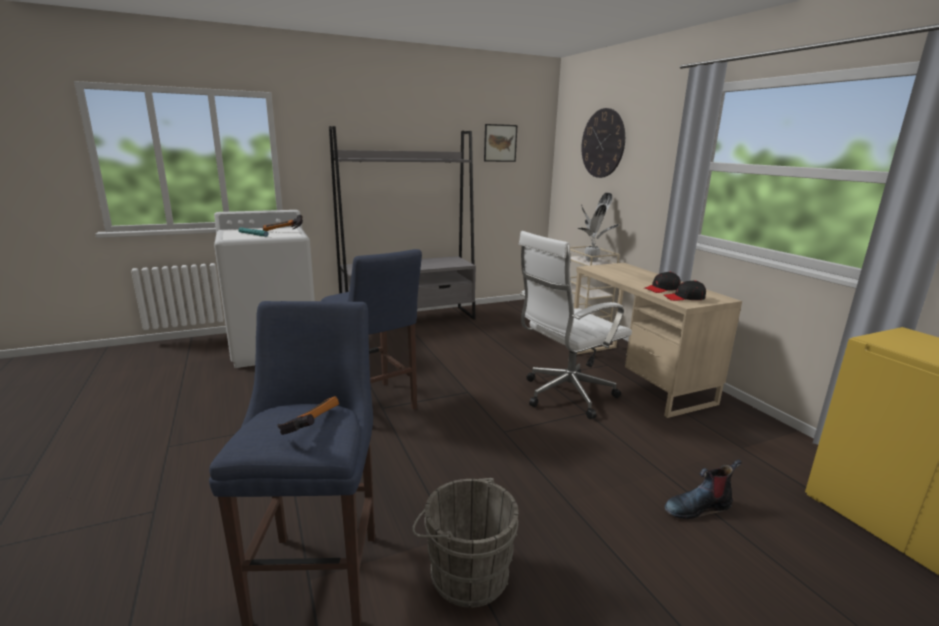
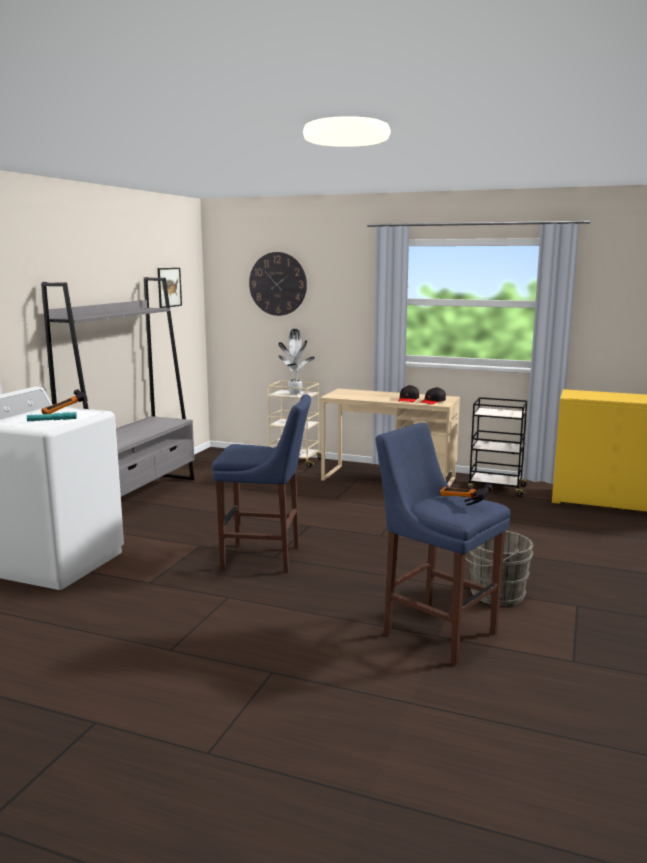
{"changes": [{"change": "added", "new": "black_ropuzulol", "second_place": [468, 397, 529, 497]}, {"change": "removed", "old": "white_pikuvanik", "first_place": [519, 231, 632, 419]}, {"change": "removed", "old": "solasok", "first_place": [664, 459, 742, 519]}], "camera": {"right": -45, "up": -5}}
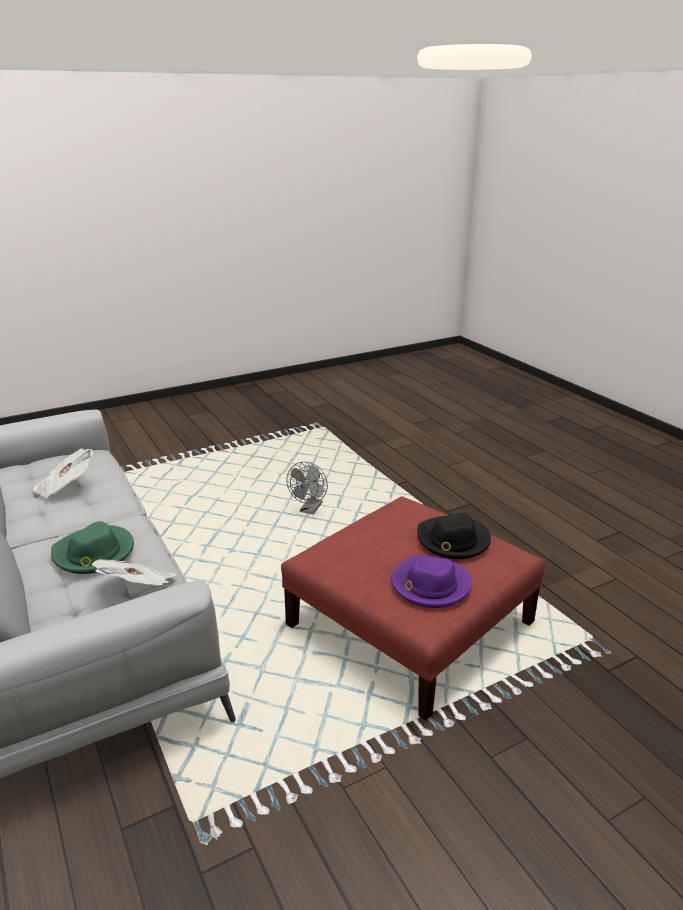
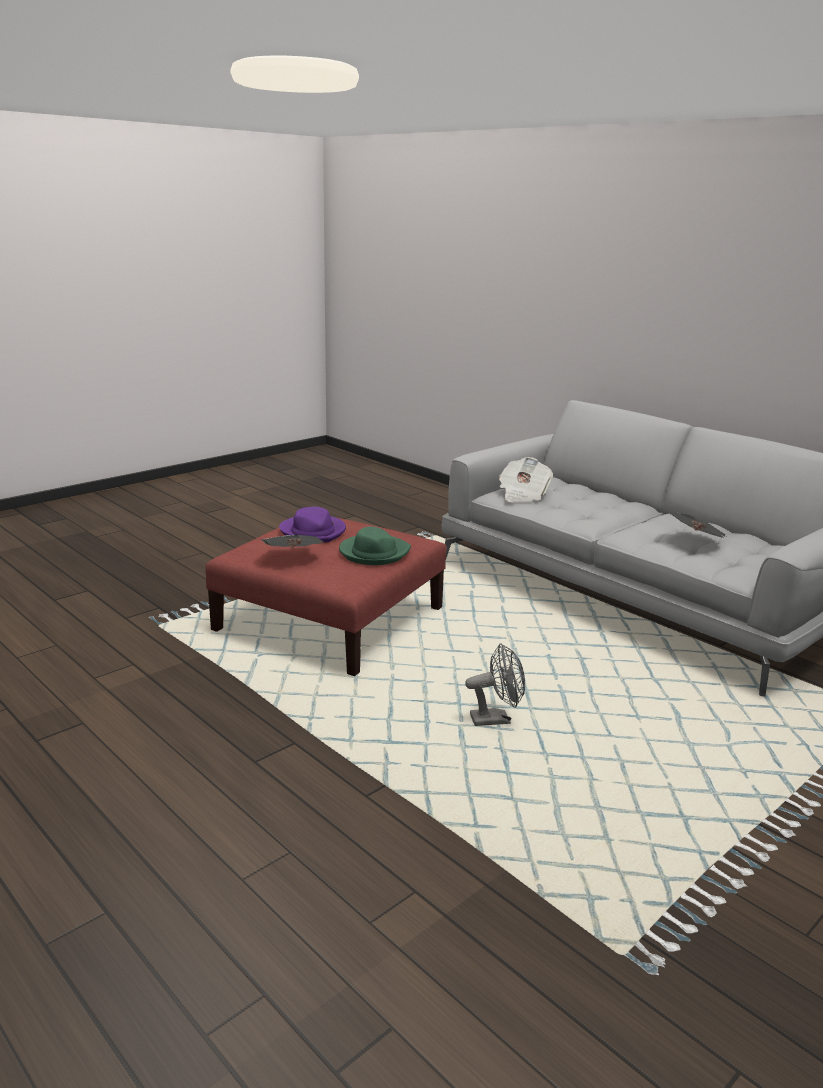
{"changes": [{"change": "replaced", "old": "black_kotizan", "new": "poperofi", "first_place": [417, 513, 491, 559], "second_place": [260, 535, 324, 548]}, {"change": "moved", "old": "green_kotizan", "first_place": [51, 521, 134, 574], "second_place": [339, 527, 411, 565]}, {"change": "turned", "old": "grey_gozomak", "first_place": [286, 462, 328, 514], "second_place": [465, 644, 525, 726], "degrees": 75}], "camera": {"right": 165, "up": -5}}
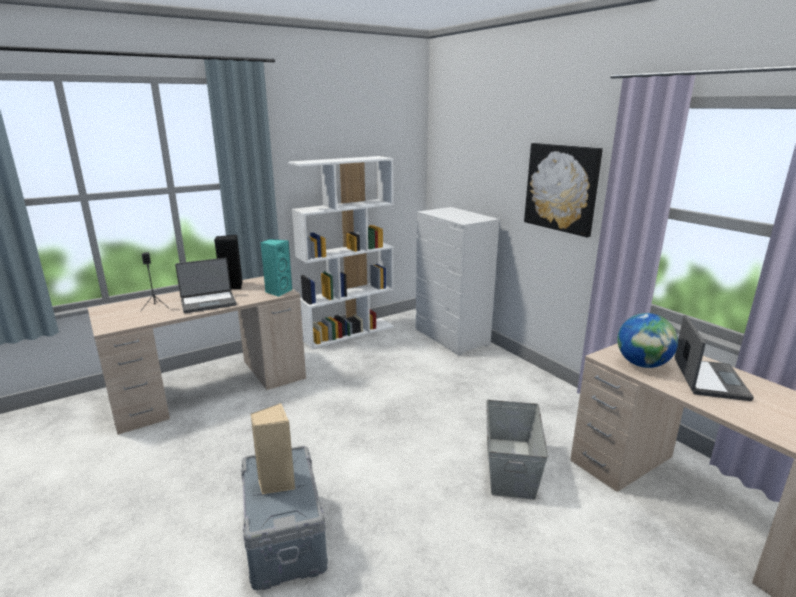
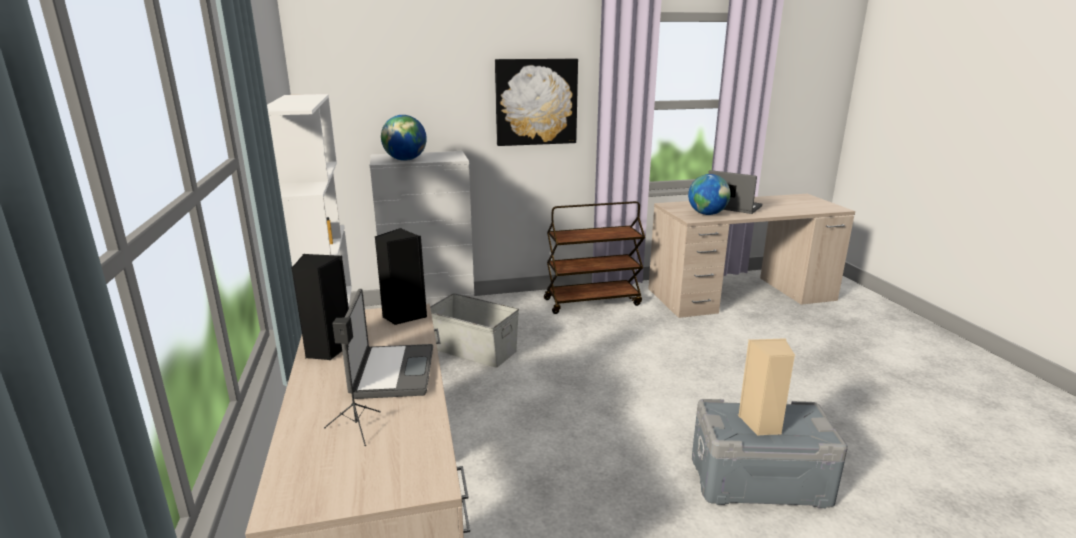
{"changes": [{"change": "recoloured", "old": "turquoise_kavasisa", "new": "black_kavasisa", "first_place": [260, 239, 292, 297], "second_place": [374, 228, 427, 325]}, {"change": "added", "new": "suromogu", "second_place": [381, 115, 427, 161]}, {"change": "moved", "old": "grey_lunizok", "first_place": [486, 400, 548, 500], "second_place": [430, 293, 519, 368]}, {"change": "added", "new": "brown_ropuzulol", "second_place": [544, 201, 645, 314]}], "camera": {"right": -70, "up": 0}}
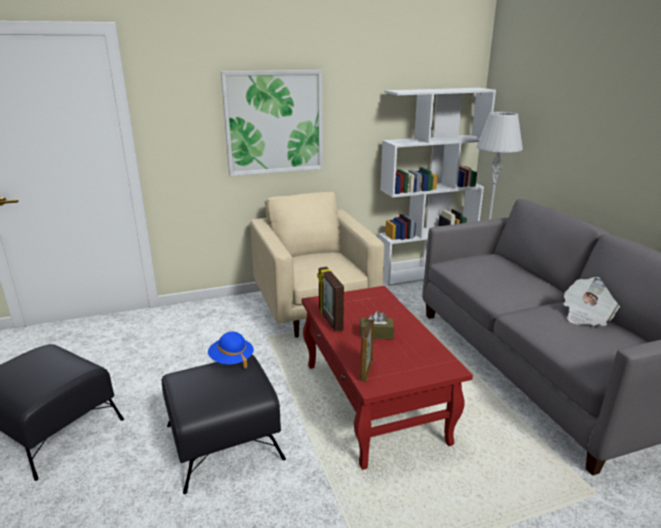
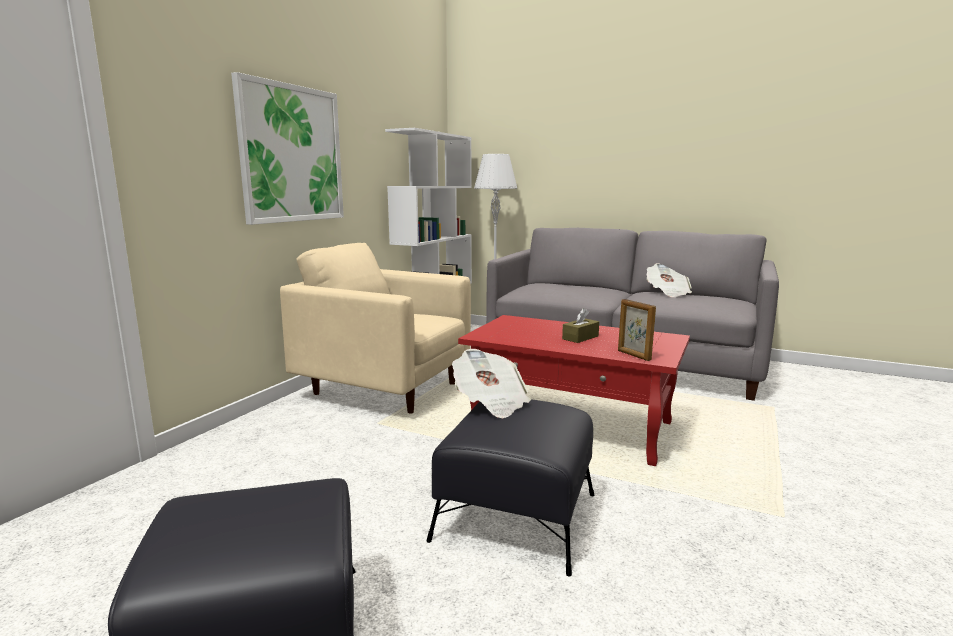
{"changes": [{"change": "replaced", "old": "blue_kotizan", "new": "poperofi", "first_place": [208, 331, 254, 369], "second_place": [452, 349, 530, 418]}, {"change": "removed", "old": "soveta", "first_place": [317, 267, 344, 332]}], "camera": {"right": -45, "up": -10}}
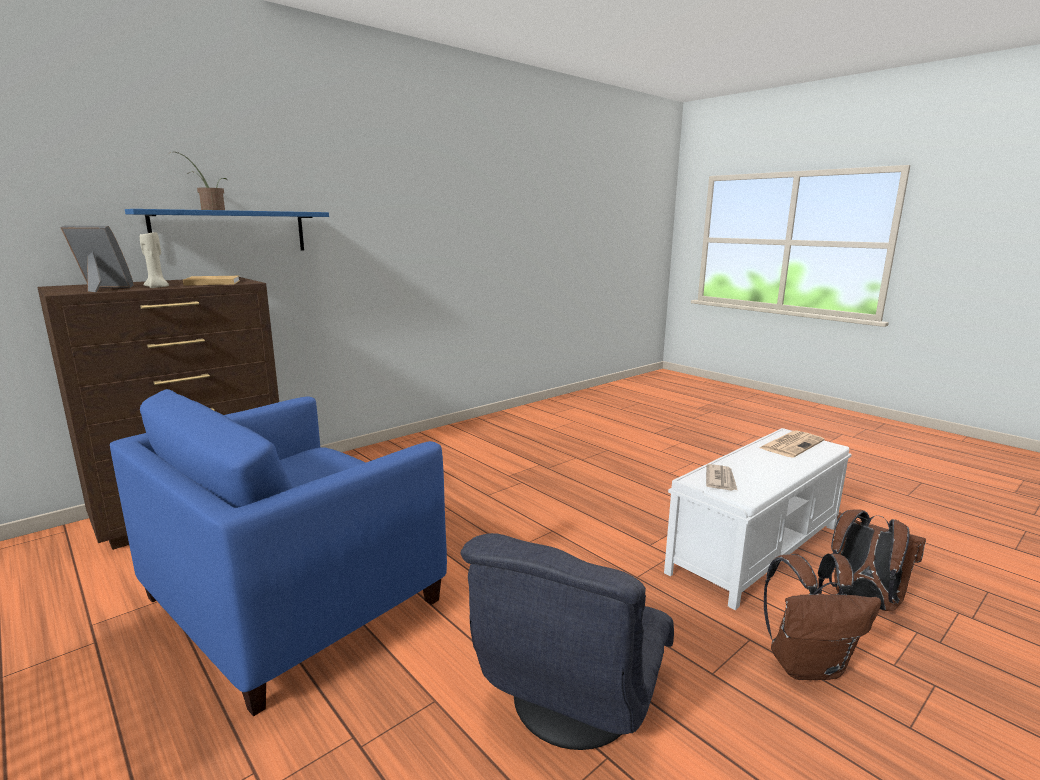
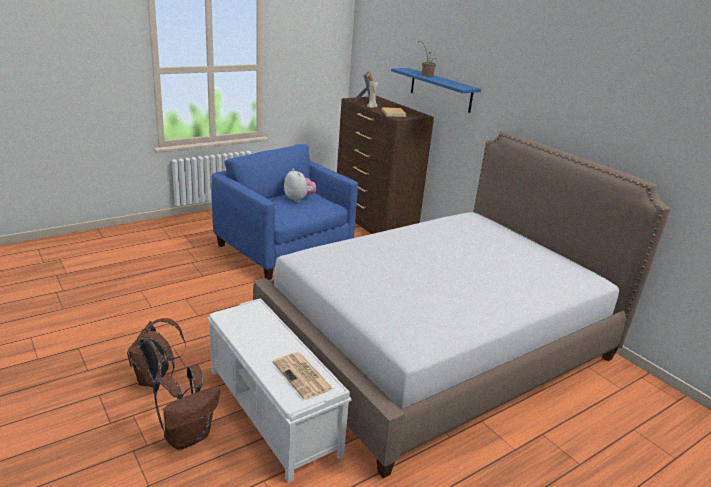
{"changes": [{"change": "added", "new": "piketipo", "second_place": [253, 131, 671, 478]}, {"change": "added", "new": "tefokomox", "second_place": [284, 169, 316, 202]}, {"change": "removed", "old": "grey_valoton", "first_place": [461, 533, 674, 750]}, {"change": "removed", "old": "poperofi", "first_place": [706, 464, 737, 490]}], "camera": {"right": 95, "up": 10}}
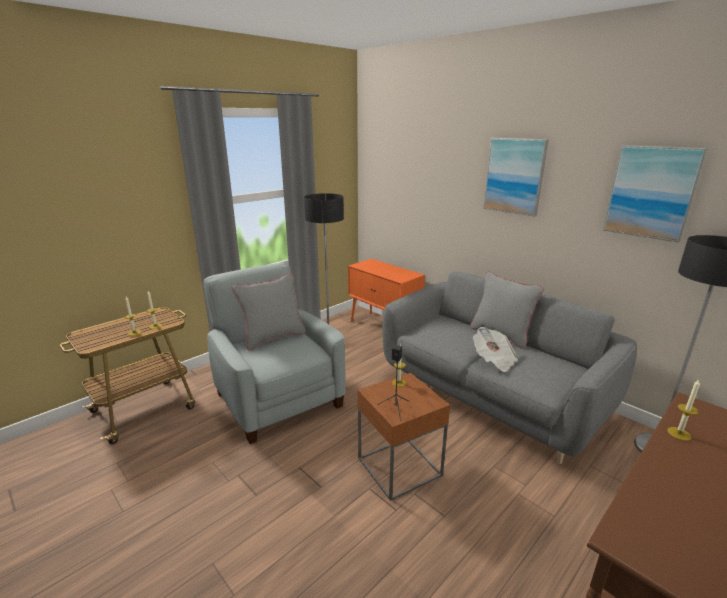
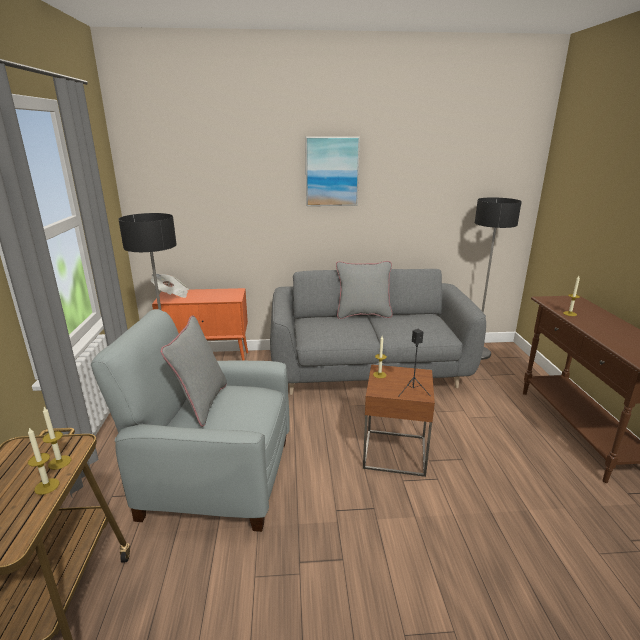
{"changes": [{"change": "moved", "old": "poperofi", "first_place": [473, 327, 518, 372], "second_place": [151, 274, 189, 298]}, {"change": "removed", "old": "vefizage", "first_place": [603, 145, 708, 243]}], "camera": {"right": -50, "up": 0}}
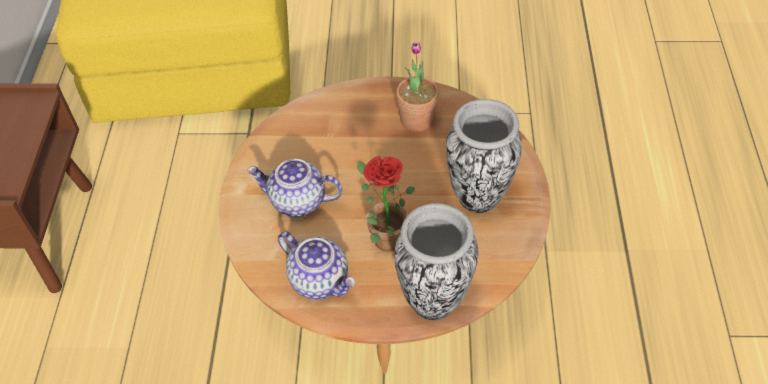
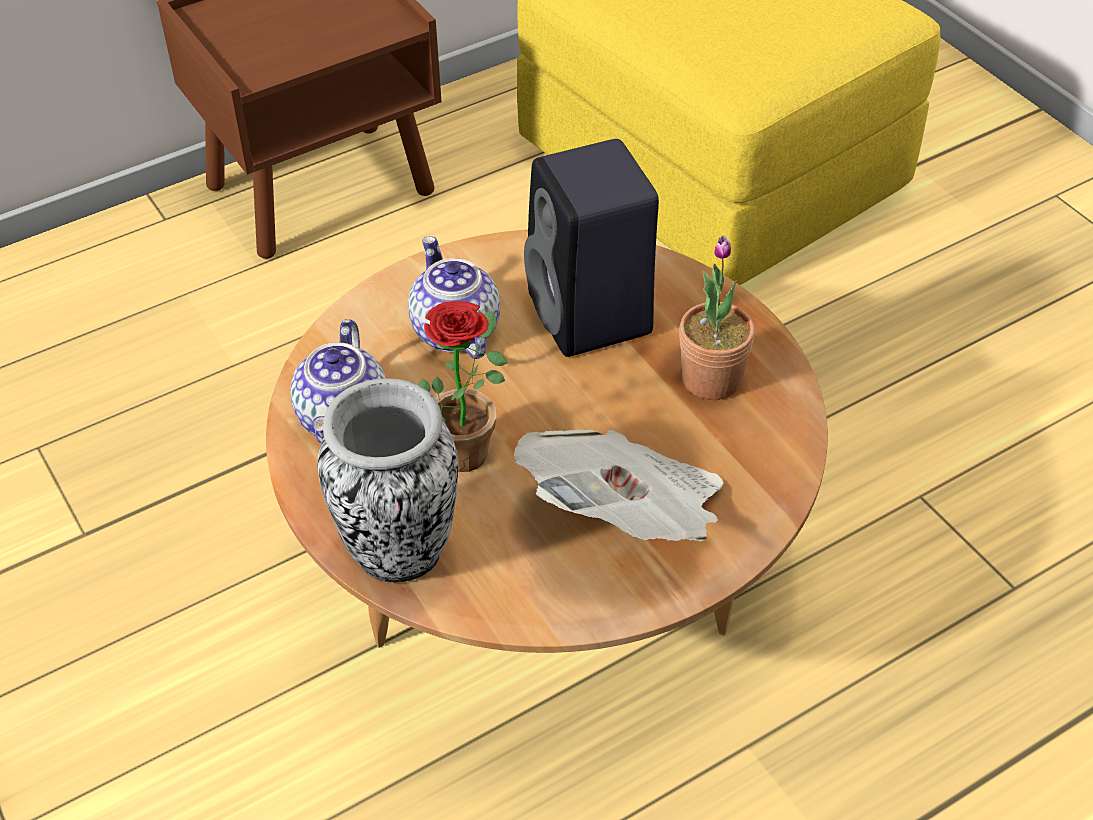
{"changes": [{"change": "replaced", "old": "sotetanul", "new": "poperofi", "first_place": [446, 99, 522, 213], "second_place": [514, 430, 724, 542]}, {"change": "added", "new": "black_kavasisa", "second_place": [524, 139, 659, 357]}], "camera": {"right": 55, "up": -5}}
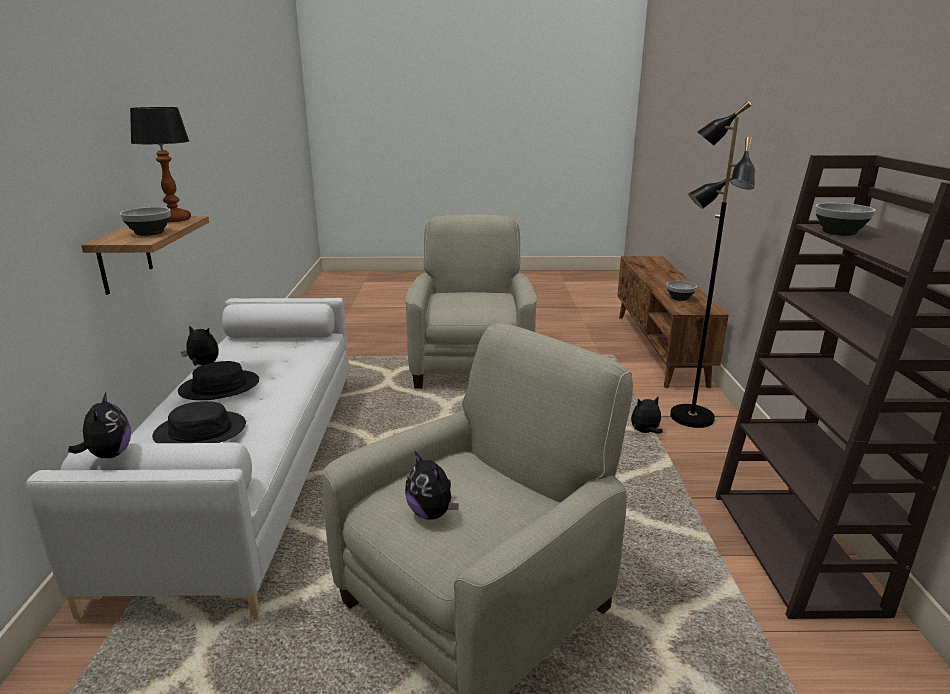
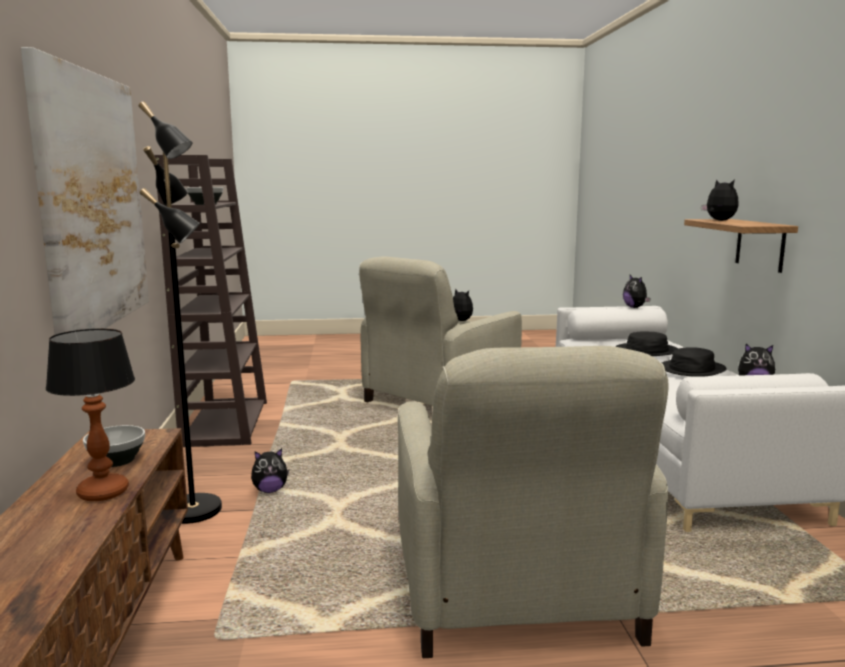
{"changes": [{"change": "added", "new": "vefizage", "second_place": [21, 47, 149, 335]}, {"change": "moved", "old": "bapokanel", "first_place": [130, 107, 191, 222], "second_place": [46, 329, 135, 501]}, {"change": "replaced", "old": "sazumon", "new": "tefokomox", "first_place": [120, 207, 171, 236], "second_place": [701, 180, 739, 221]}], "camera": {"right": 175, "up": -10}}
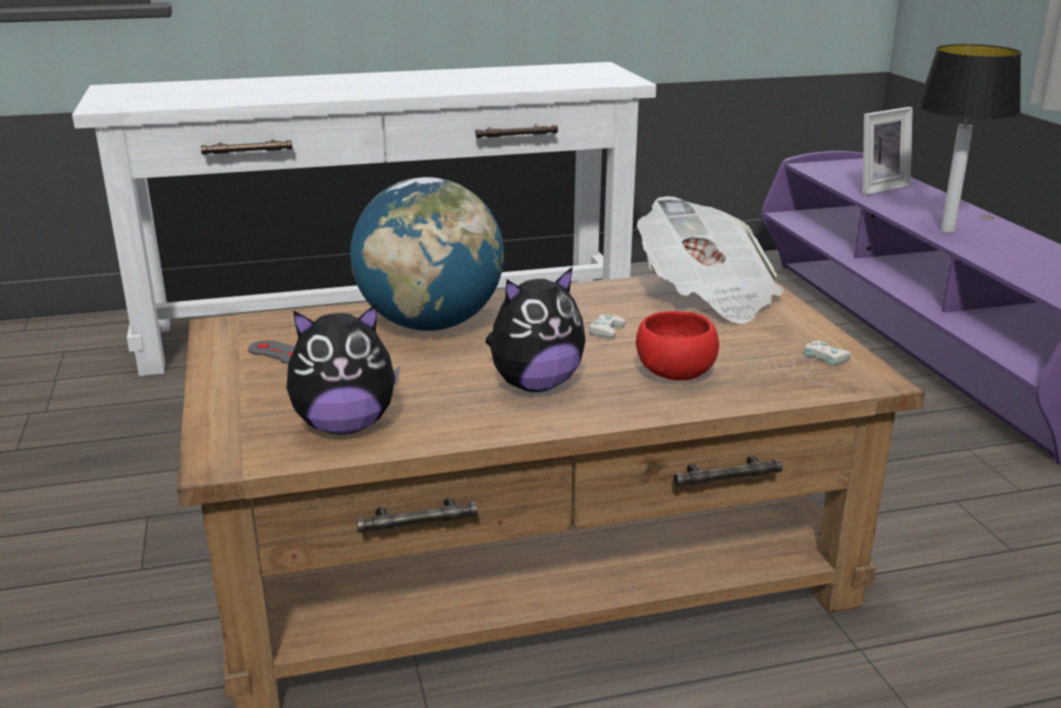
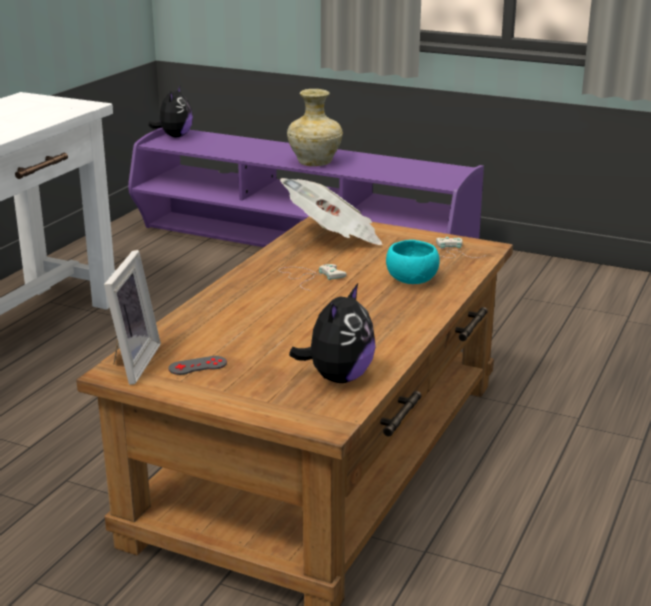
{"changes": [{"change": "moved", "old": "soveta", "first_place": [863, 107, 913, 195], "second_place": [104, 250, 161, 385]}, {"change": "moved", "old": "tefokomox", "first_place": [485, 266, 586, 392], "second_place": [148, 86, 193, 137]}, {"change": "replaced", "old": "bapokanel", "new": "beige_sotetanul", "first_place": [918, 44, 1021, 233], "second_place": [287, 89, 343, 166]}, {"change": "recoloured", "old": "red_sazumon", "new": "turquoise_sazumon", "first_place": [636, 311, 719, 381], "second_place": [386, 240, 440, 284]}, {"change": "removed", "old": "suromogu", "first_place": [350, 177, 504, 331]}], "camera": {"right": -50, "up": 0}}
